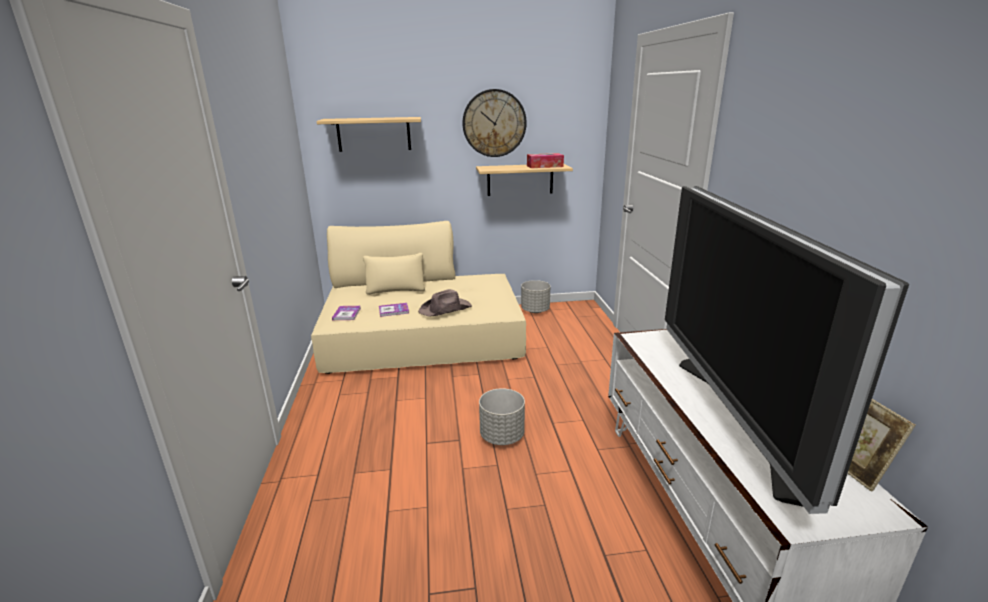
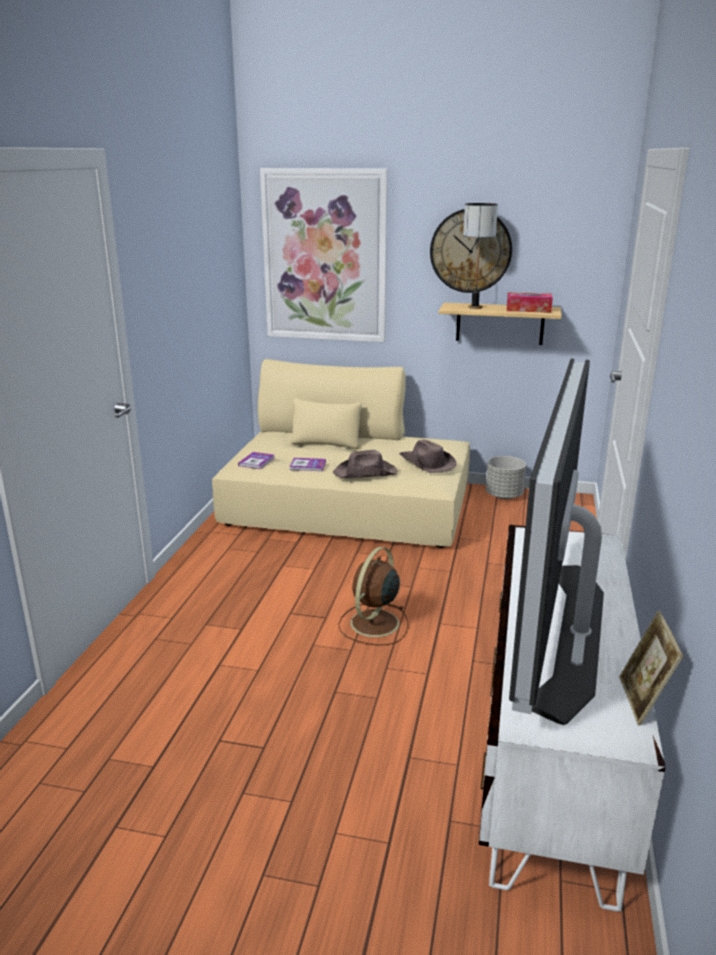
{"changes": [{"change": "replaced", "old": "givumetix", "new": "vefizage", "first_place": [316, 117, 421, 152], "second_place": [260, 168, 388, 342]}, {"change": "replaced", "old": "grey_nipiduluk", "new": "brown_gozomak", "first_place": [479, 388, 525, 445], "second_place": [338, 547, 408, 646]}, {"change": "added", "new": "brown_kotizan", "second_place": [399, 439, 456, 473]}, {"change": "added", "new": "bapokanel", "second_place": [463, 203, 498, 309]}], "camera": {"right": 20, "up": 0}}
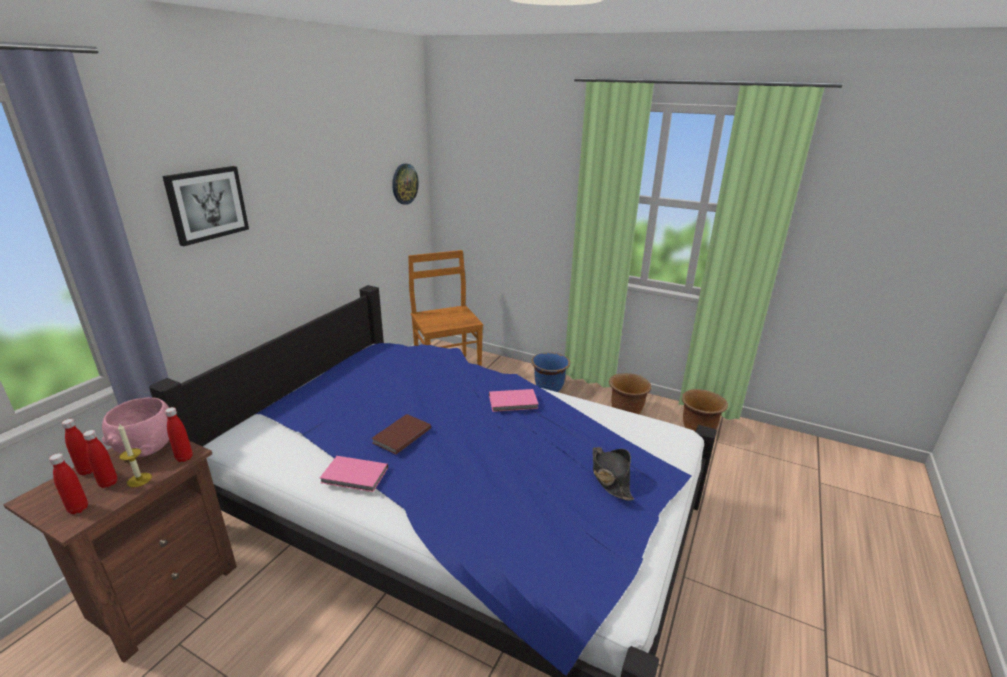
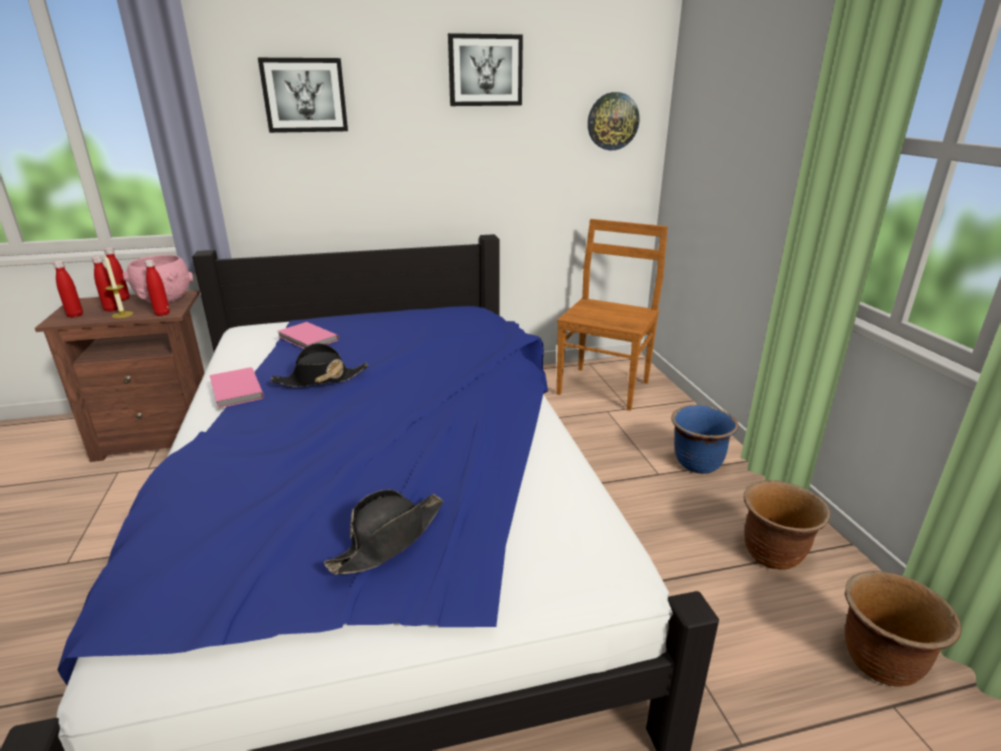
{"changes": [{"change": "replaced", "old": "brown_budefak", "new": "black_kotizan", "first_place": [372, 414, 431, 454], "second_place": [270, 343, 368, 387]}, {"change": "moved", "old": "pink_budefak", "first_place": [489, 389, 539, 412], "second_place": [278, 322, 339, 349]}, {"change": "added", "new": "vefizage", "second_place": [448, 33, 523, 106]}], "camera": {"right": 50, "up": 0}}
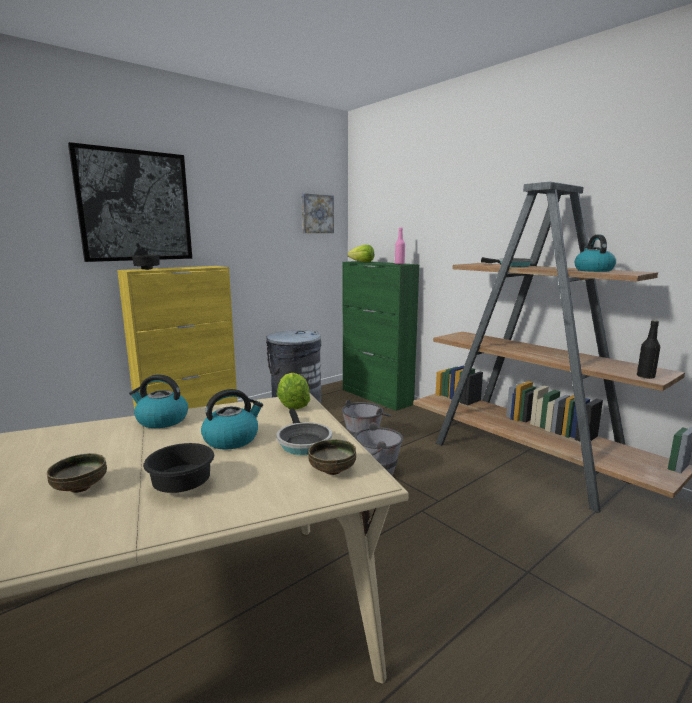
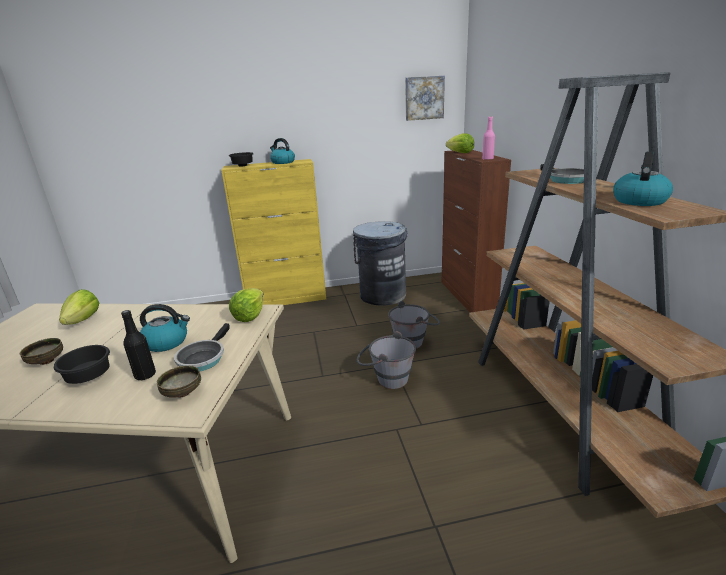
{"changes": [{"change": "added", "new": "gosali", "second_place": [59, 289, 99, 325]}, {"change": "moved", "old": "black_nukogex", "first_place": [637, 320, 660, 379], "second_place": [121, 310, 156, 380]}, {"change": "moved", "old": "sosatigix", "first_place": [129, 375, 188, 428], "second_place": [270, 138, 295, 164]}, {"change": "recoloured", "old": "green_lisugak", "new": "brown_lisugak", "first_place": [343, 261, 419, 411], "second_place": [442, 150, 511, 313]}, {"change": "removed", "old": "vefizage", "first_place": [68, 142, 192, 262]}], "camera": {"right": 30, "up": 10}}
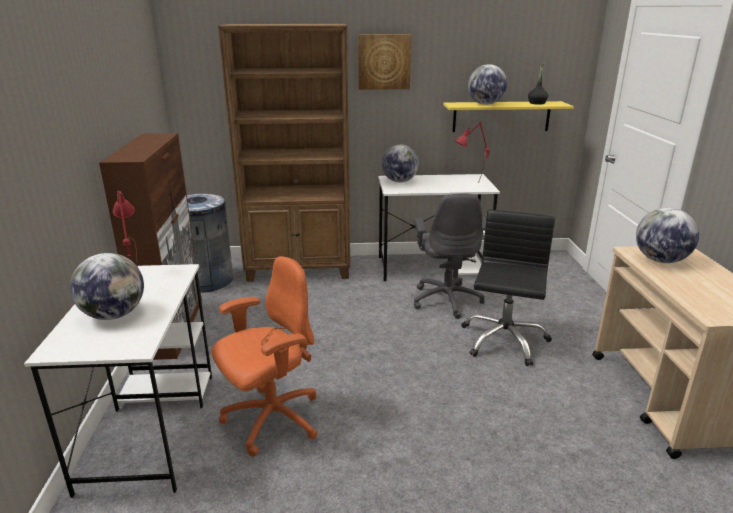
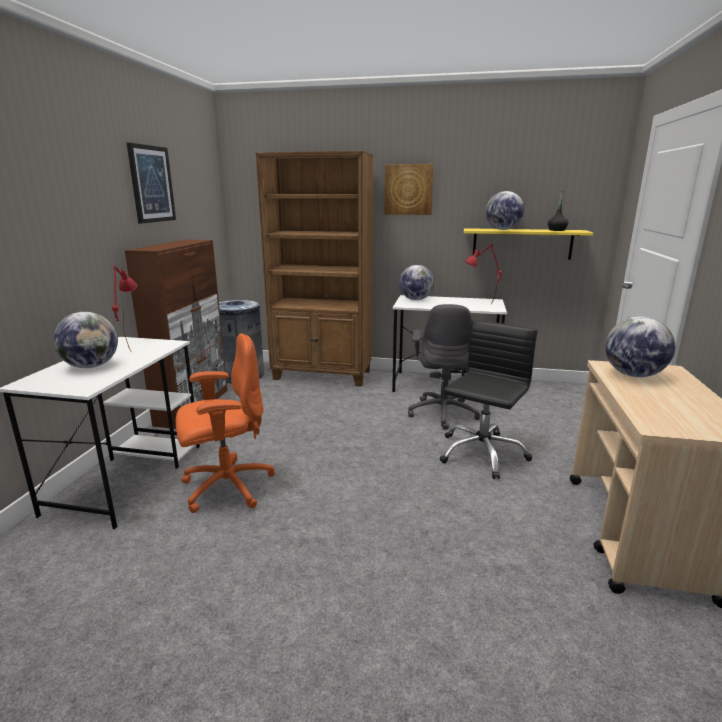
{"changes": [{"change": "added", "new": "vefizage", "second_place": [127, 143, 176, 223]}], "camera": {"right": 15, "up": -5}}
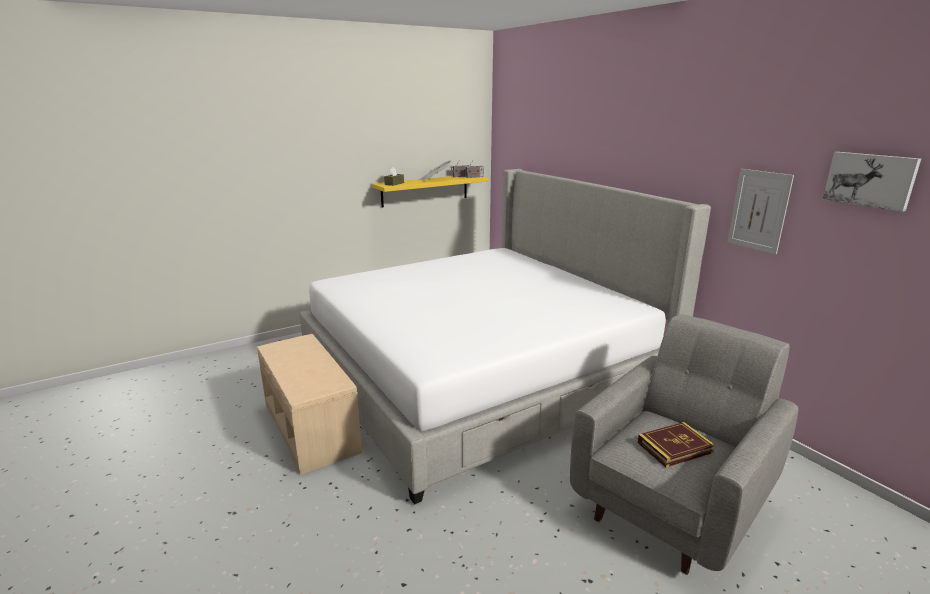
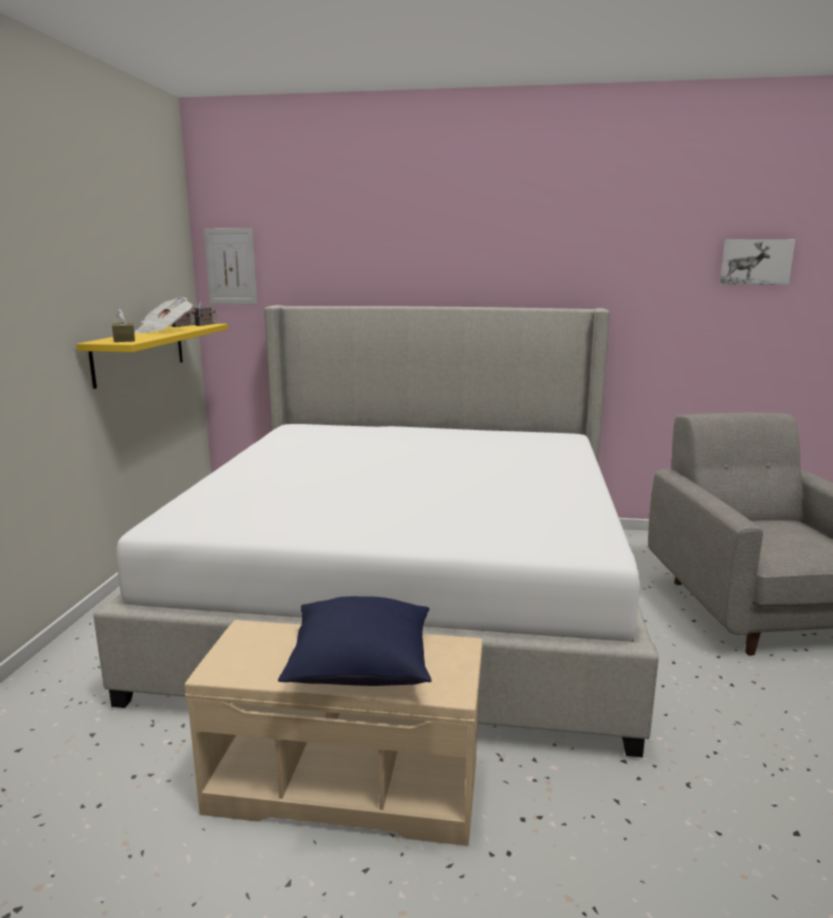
{"changes": [{"change": "moved", "old": "vefizage", "first_place": [727, 169, 794, 254], "second_place": [204, 228, 257, 304]}, {"change": "added", "new": "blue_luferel", "second_place": [278, 596, 431, 686]}, {"change": "removed", "old": "budefak", "first_place": [637, 422, 715, 467]}], "camera": {"right": -50, "up": -5}}
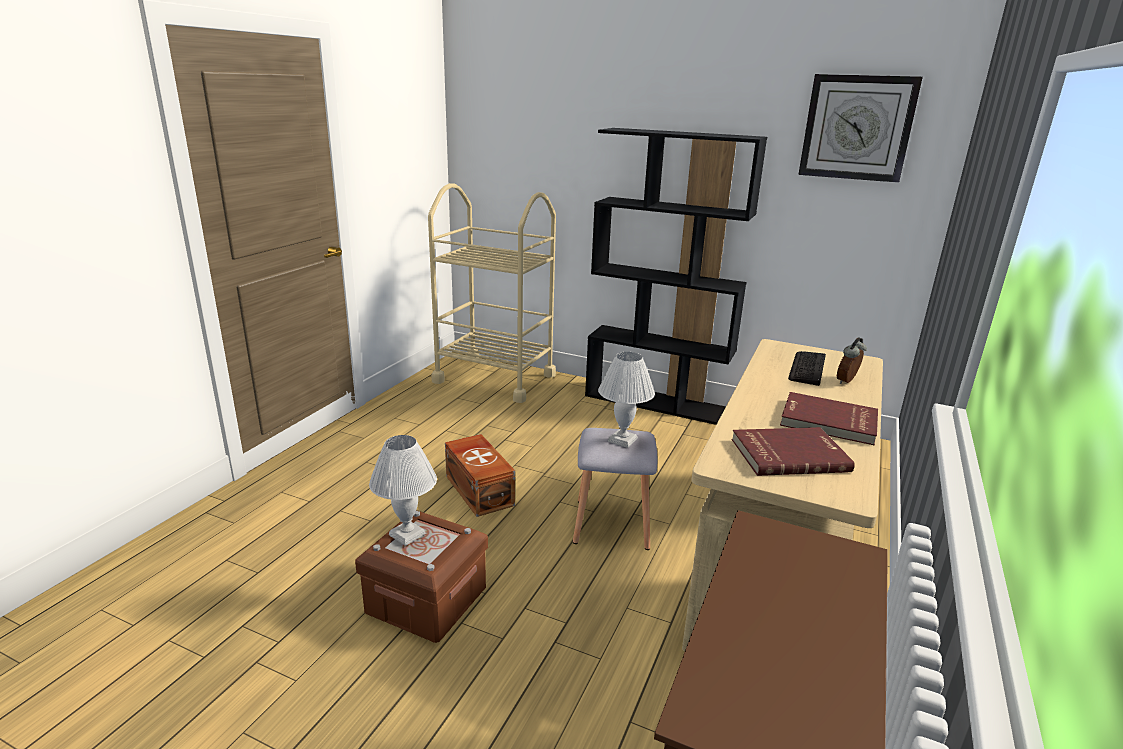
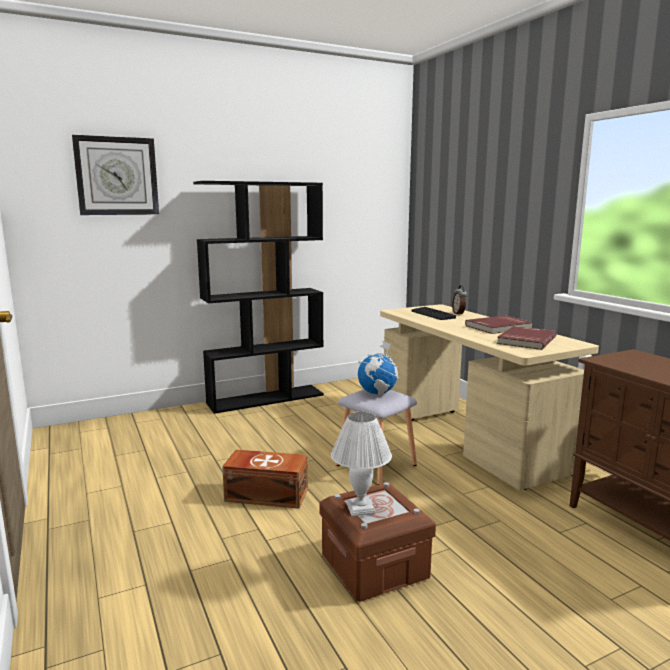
{"changes": [{"change": "moved", "old": "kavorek", "first_place": [798, 74, 923, 183], "second_place": [72, 135, 159, 215]}, {"change": "replaced", "old": "white_bapokanel", "new": "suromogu", "first_place": [598, 352, 655, 448], "second_place": [358, 341, 400, 395]}, {"change": "removed", "old": "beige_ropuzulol", "first_place": [428, 183, 556, 403]}], "camera": {"right": -50, "up": -10}}
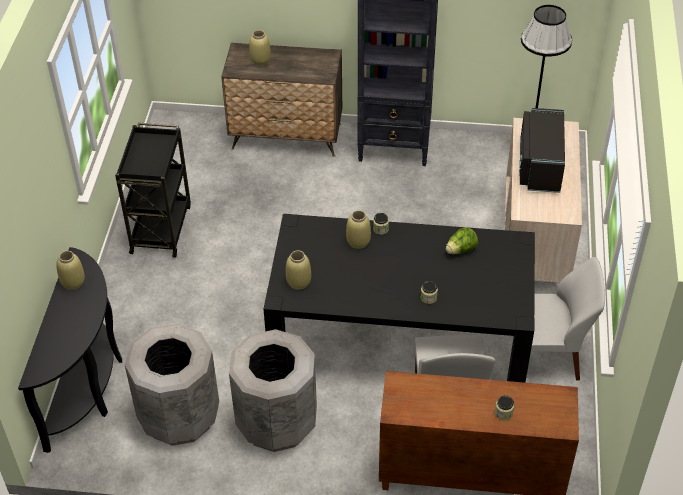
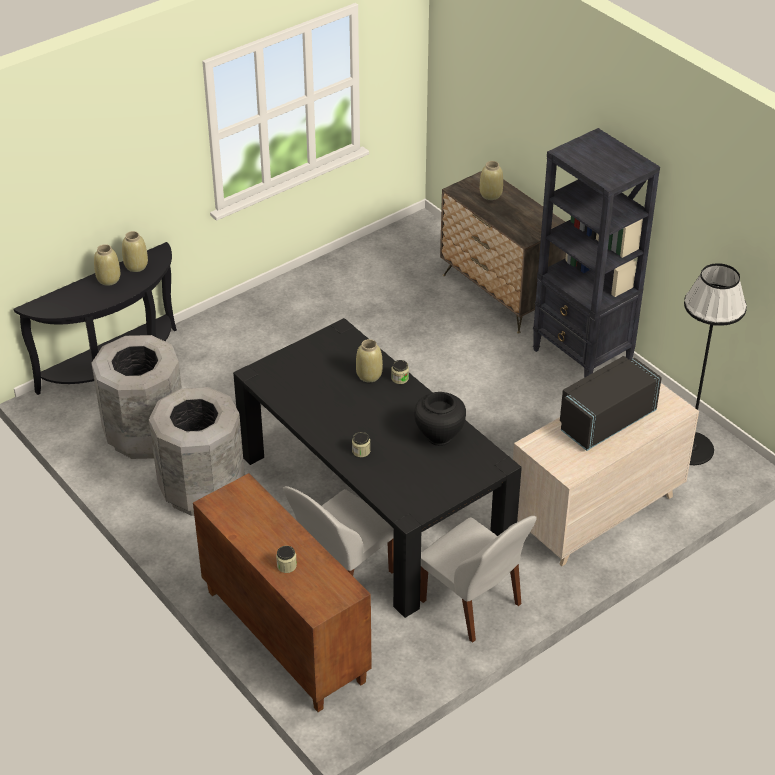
{"changes": [{"change": "moved", "old": "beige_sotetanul", "first_place": [286, 250, 311, 290], "second_place": [94, 244, 120, 286]}, {"change": "replaced", "old": "gosali", "new": "black_sotetanul", "first_place": [446, 227, 478, 254], "second_place": [414, 392, 466, 446]}, {"change": "removed", "old": "black_ropuzulol", "first_place": [115, 122, 191, 258]}], "camera": {"right": 45, "up": -5}}
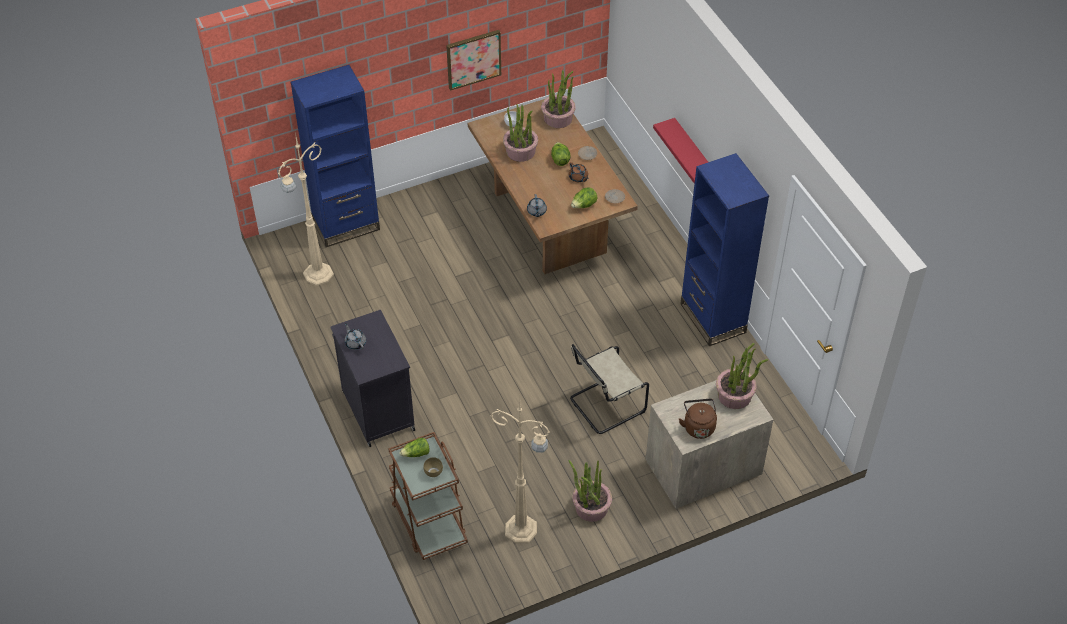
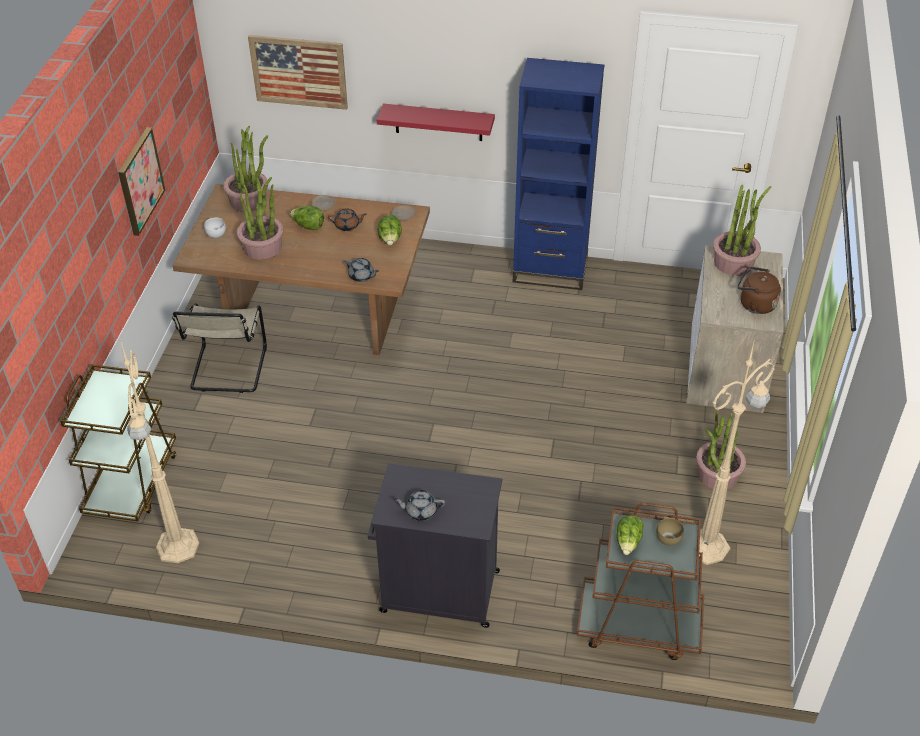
{"changes": [{"change": "replaced", "old": "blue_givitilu", "new": "brown_ropuzulol", "first_place": [291, 65, 380, 247], "second_place": [60, 364, 176, 521]}, {"change": "moved", "old": "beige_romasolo", "first_place": [570, 344, 649, 434], "second_place": [172, 303, 267, 393]}, {"change": "added", "new": "vefizage", "second_place": [248, 35, 348, 110]}], "camera": {"right": -55, "up": -5}}
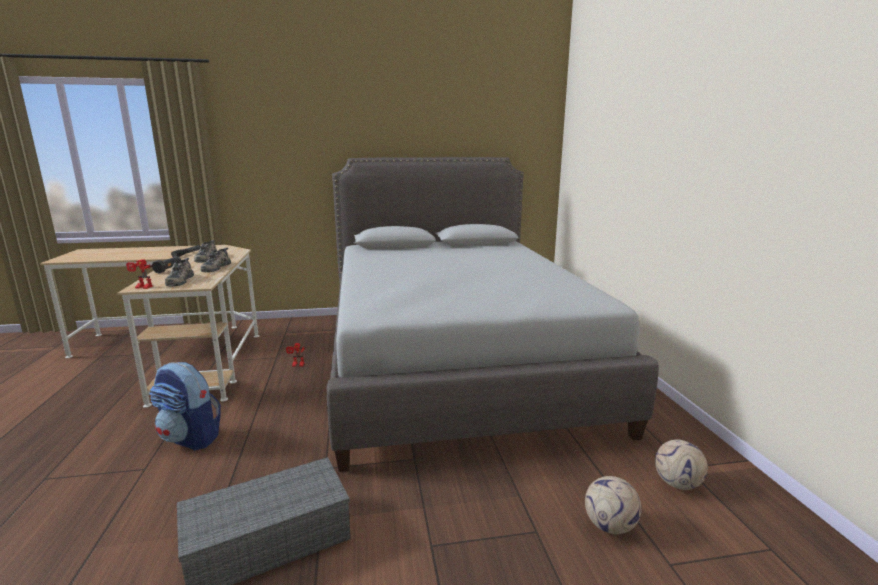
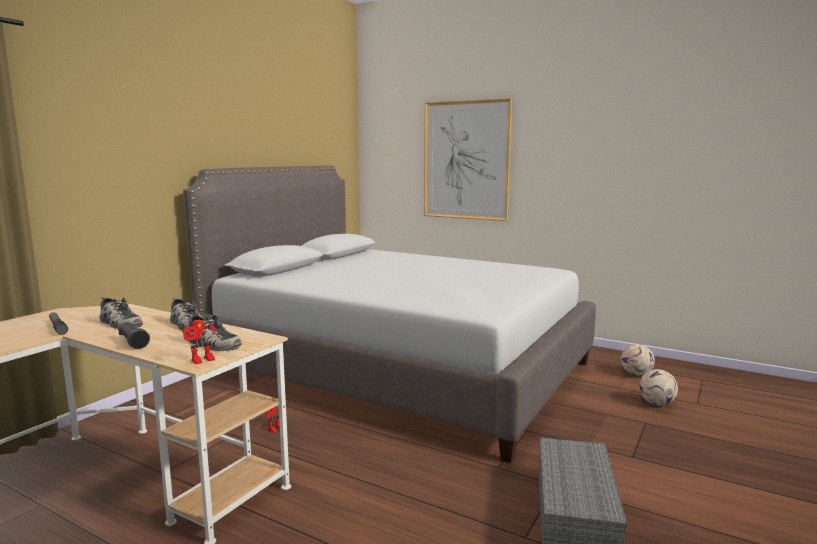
{"changes": [{"change": "added", "new": "vefizage", "second_place": [424, 98, 512, 221]}, {"change": "removed", "old": "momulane", "first_place": [149, 362, 221, 451]}], "camera": {"right": -50, "up": -5}}
